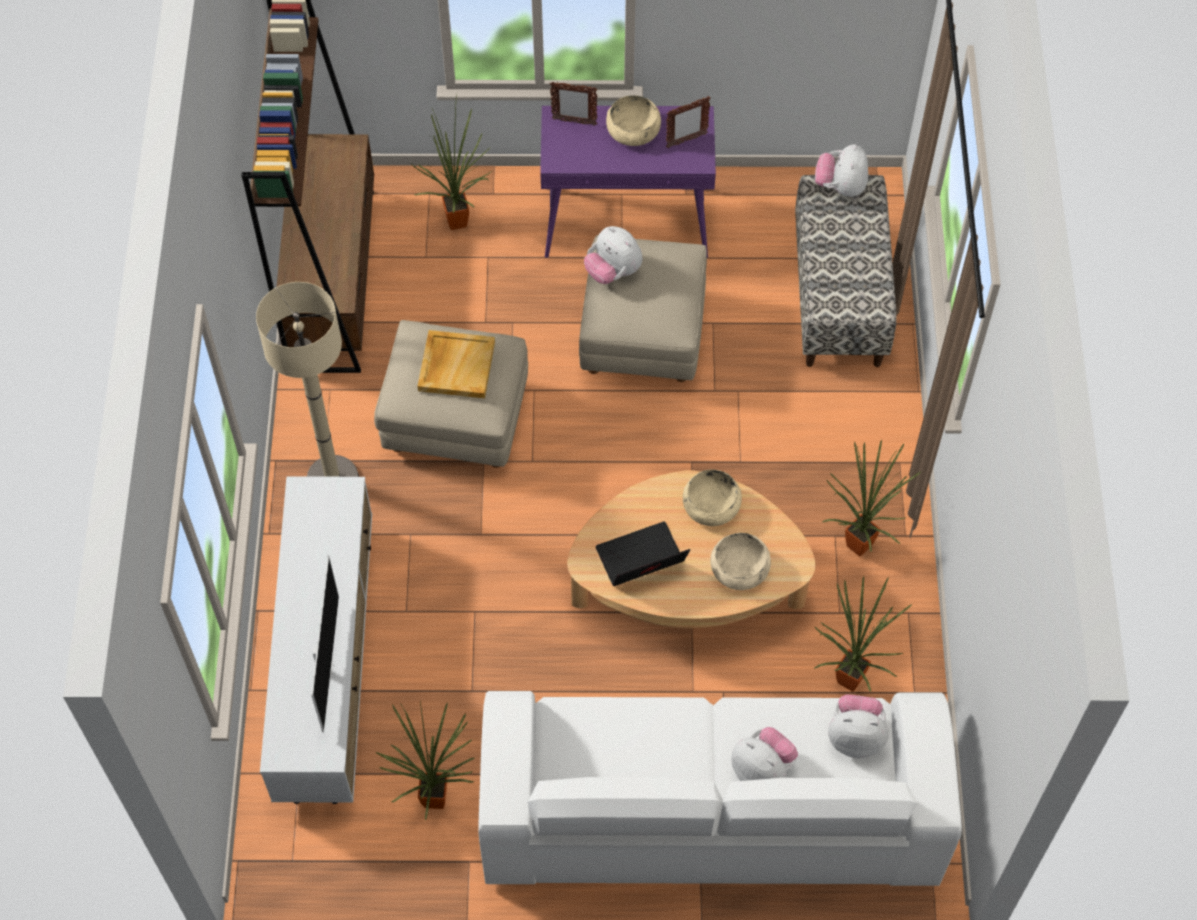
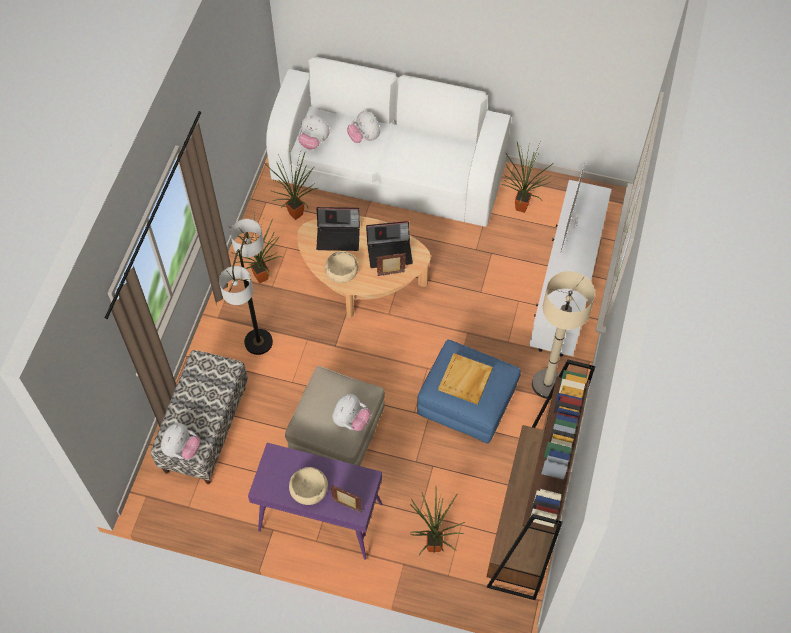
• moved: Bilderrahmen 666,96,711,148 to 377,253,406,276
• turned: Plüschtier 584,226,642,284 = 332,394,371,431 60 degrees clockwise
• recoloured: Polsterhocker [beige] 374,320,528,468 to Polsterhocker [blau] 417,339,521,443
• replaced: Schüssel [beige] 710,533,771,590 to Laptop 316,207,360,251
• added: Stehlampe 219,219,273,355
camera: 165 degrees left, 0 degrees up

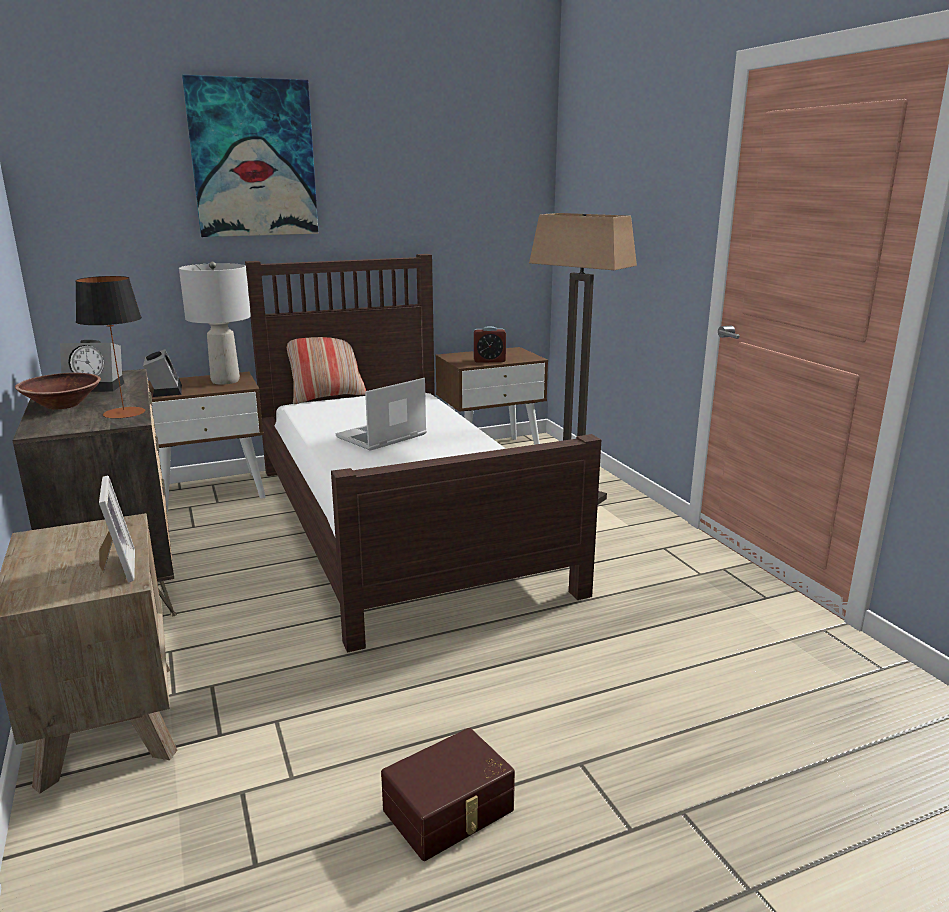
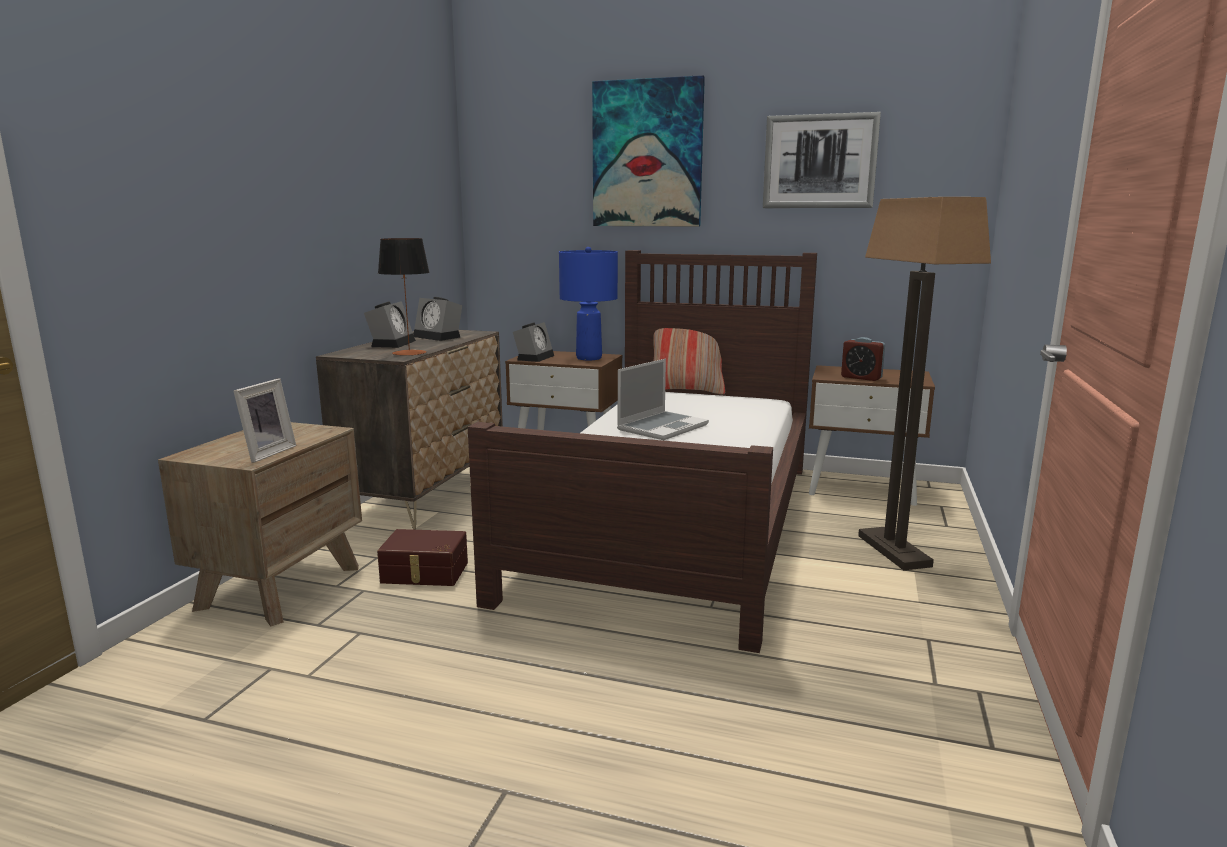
• recoloured: Tischlampe [grau] 179,262,251,385 to Tischlampe [blau] 559,247,618,360
• replaced: Schüssel [braun] 15,373,101,409 to Wecker 364,301,416,348
• turned: Laptop 336,378,427,451 = 617,359,709,440 135 degrees clockwise
• moved: Aufbewahrungsbox [braun] 381,728,515,861 to 377,529,468,586
• added: Bild 763,112,881,208
camera: 40 degrees right, 5 degrees down

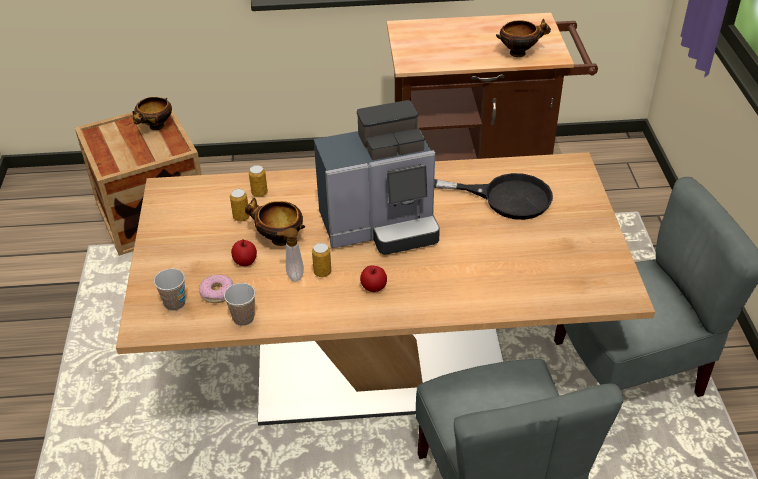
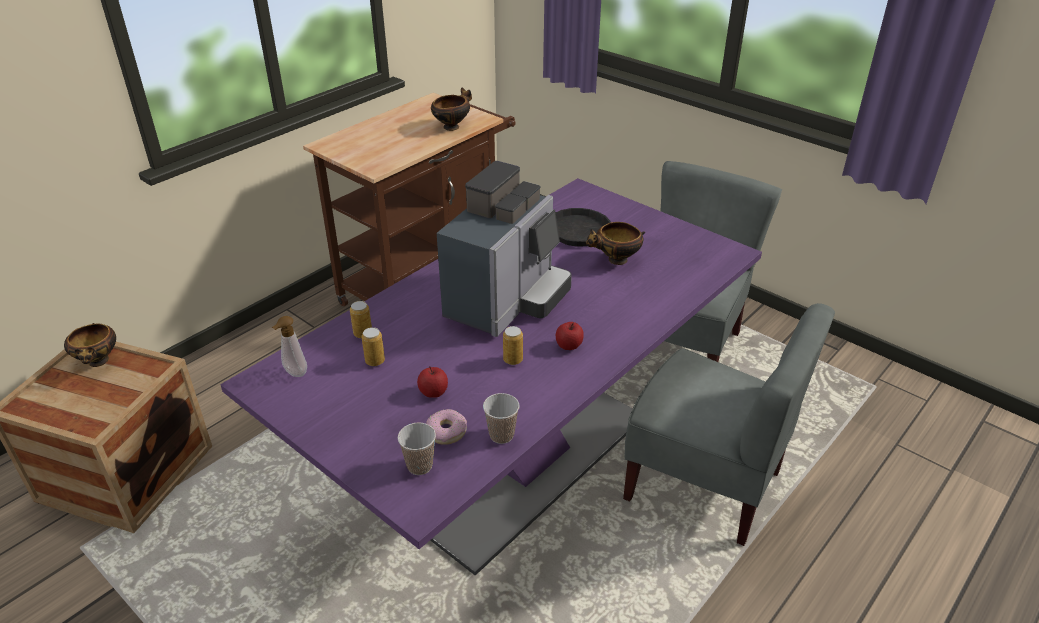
• recoloured: Esstisch [beige] 116,152,655,426 to Esstisch [lila] 220,178,762,576
• moved: Schüssel 245,198,305,246 to 586,222,645,265
• moved: Seifenspender 277,228,304,282 to 272,316,307,377
camera: 45 degrees left, 5 degrees down

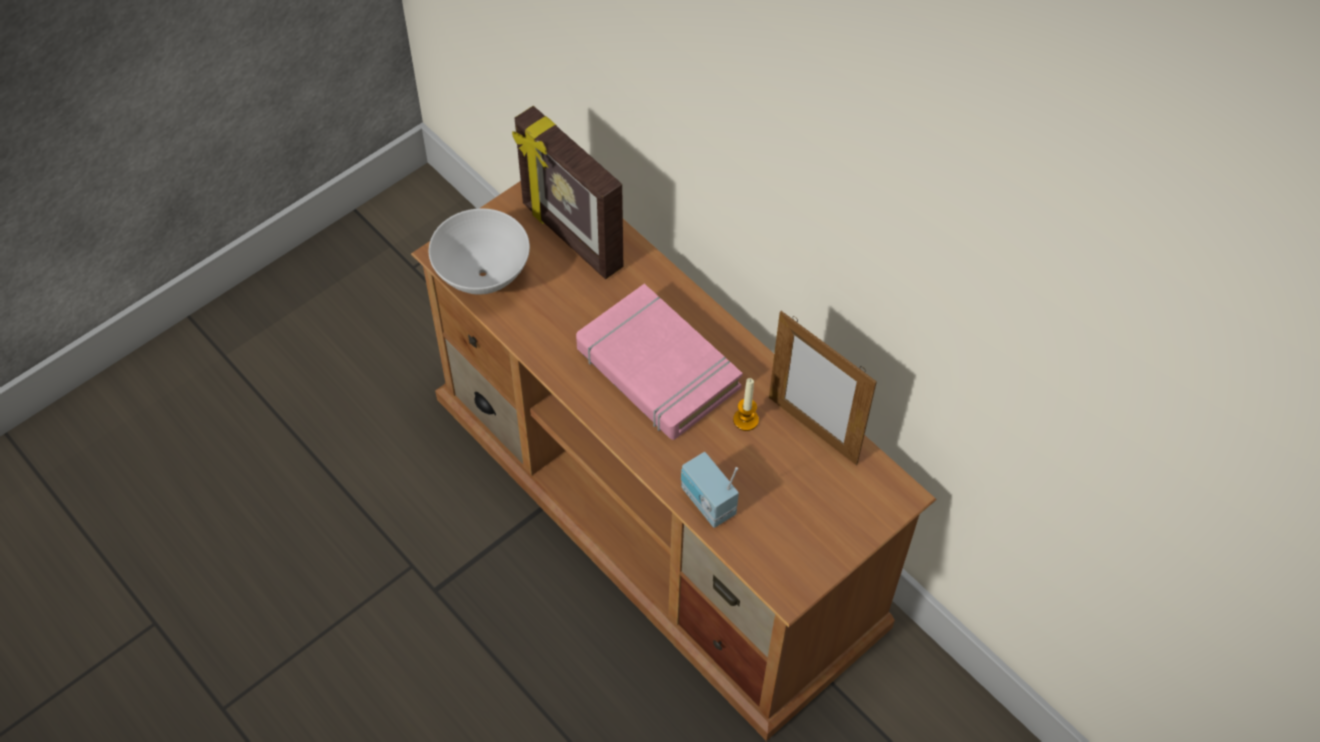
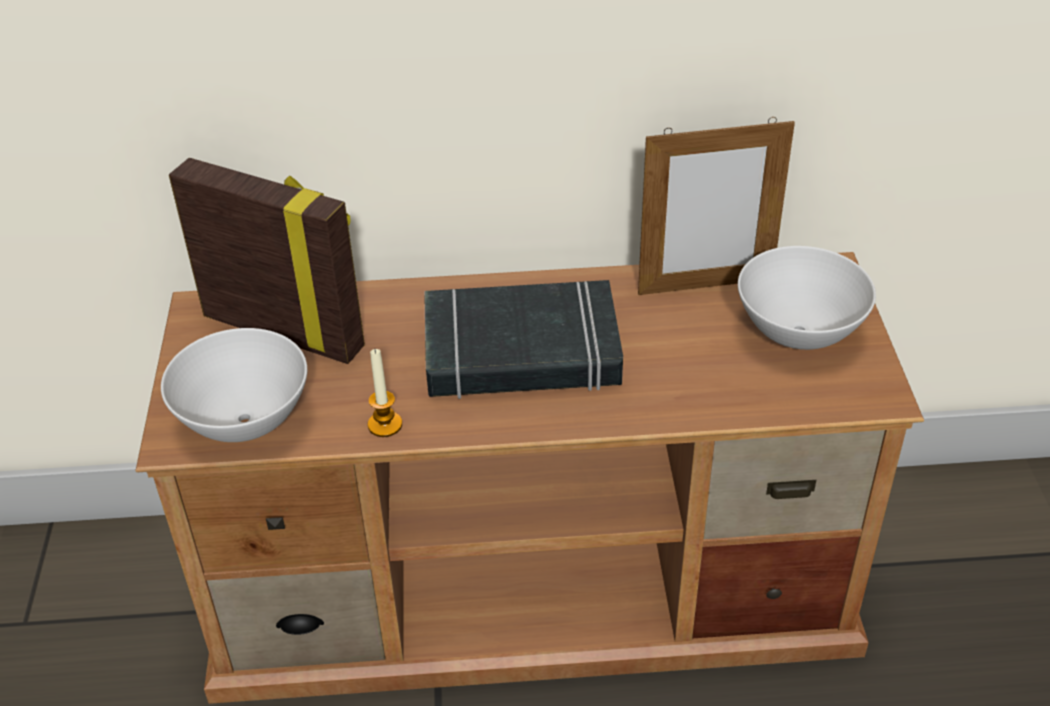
• turned: Bilderrahmen 512,106,623,279 = 169,158,365,364 150 degrees counterclockwise
• recoloured: Buch [rosa] 576,284,743,440 to Buch [schwarz] 424,280,623,399
• moved: Kerze 733,378,759,431 to 368,349,402,437
• removed: Radio 681,452,739,528
• added: Schüssel [weiß] 738,246,876,350
camera: 50 degrees left, 15 degrees down

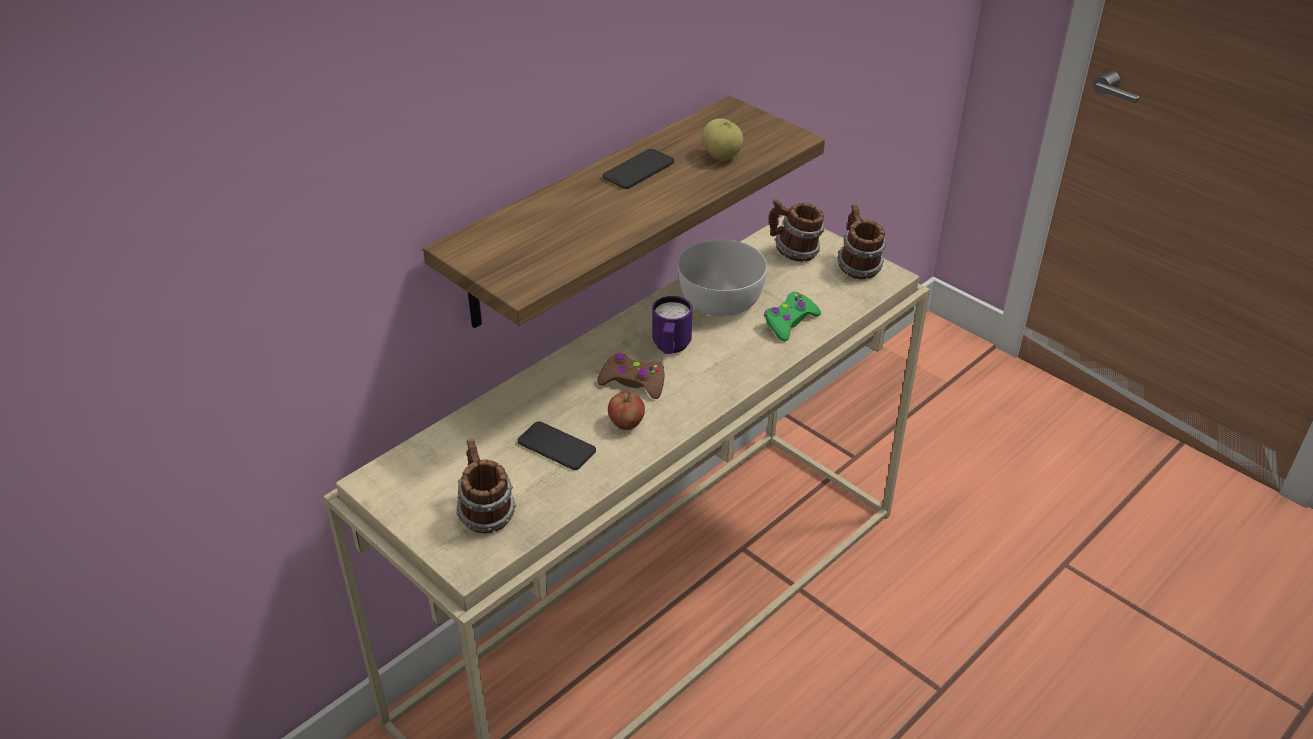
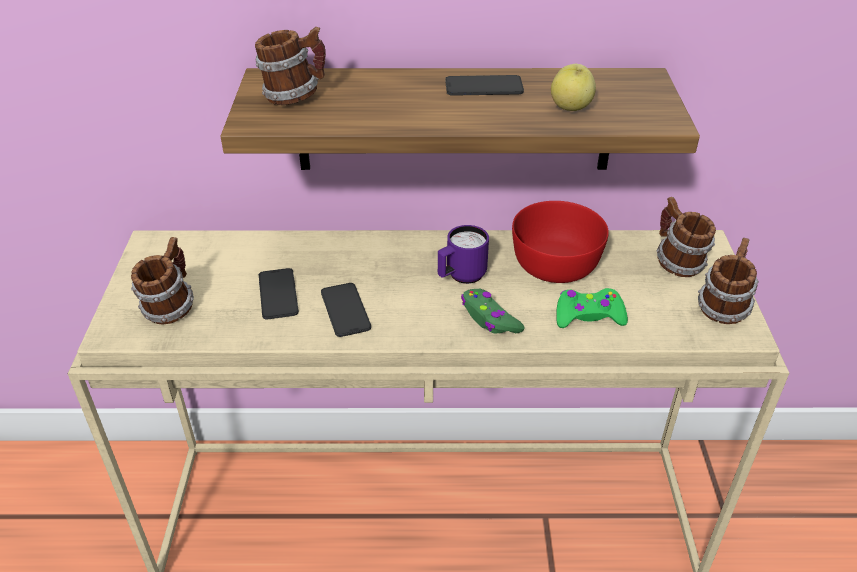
• recoloured: Schüssel [weiß] 678,239,767,316 to Schüssel [rot] 512,201,609,283
• removed: Gamepad [braun] 597,353,664,399
• replaced: Apfel 608,391,645,430 to Handy 321,283,371,337
• added: Henkelbecher 255,27,326,105
• added: Gamepad [grün] 461,289,525,333
camera: 45 degrees right, 0 degrees up

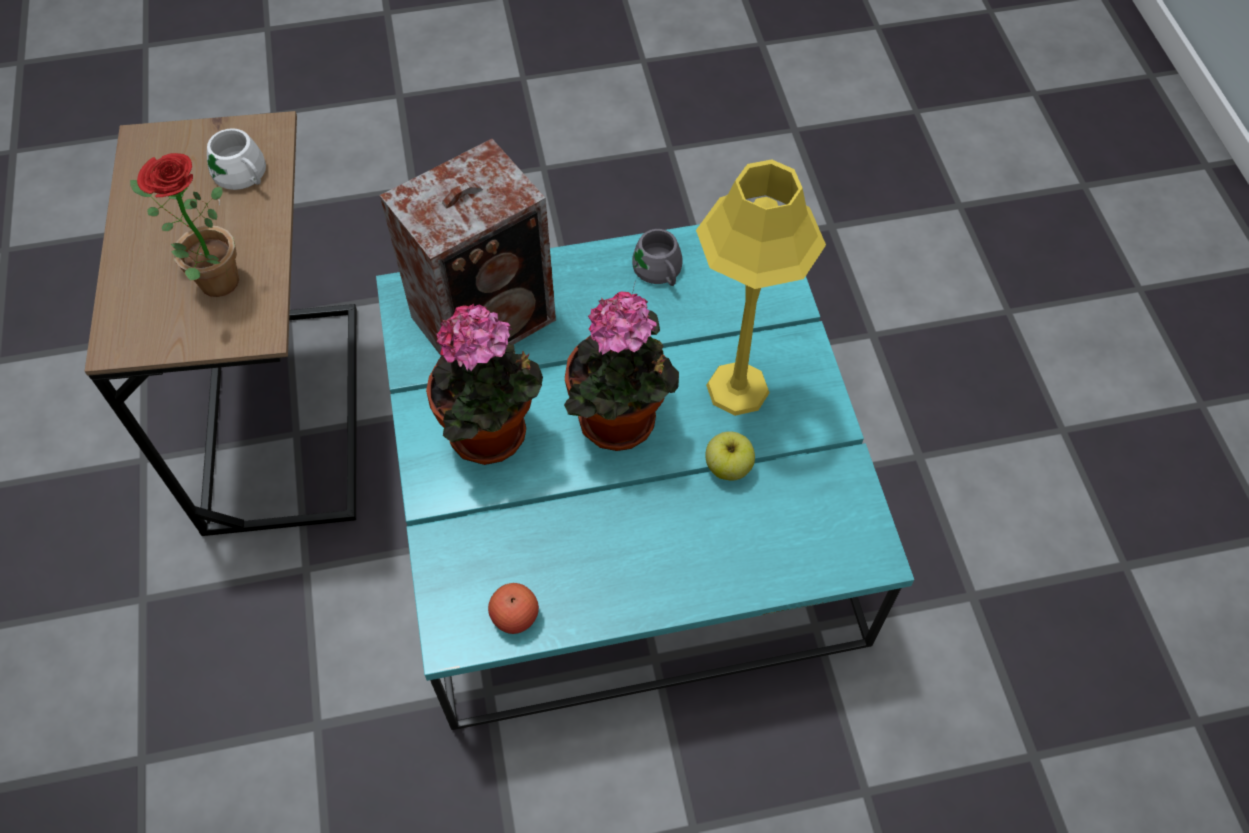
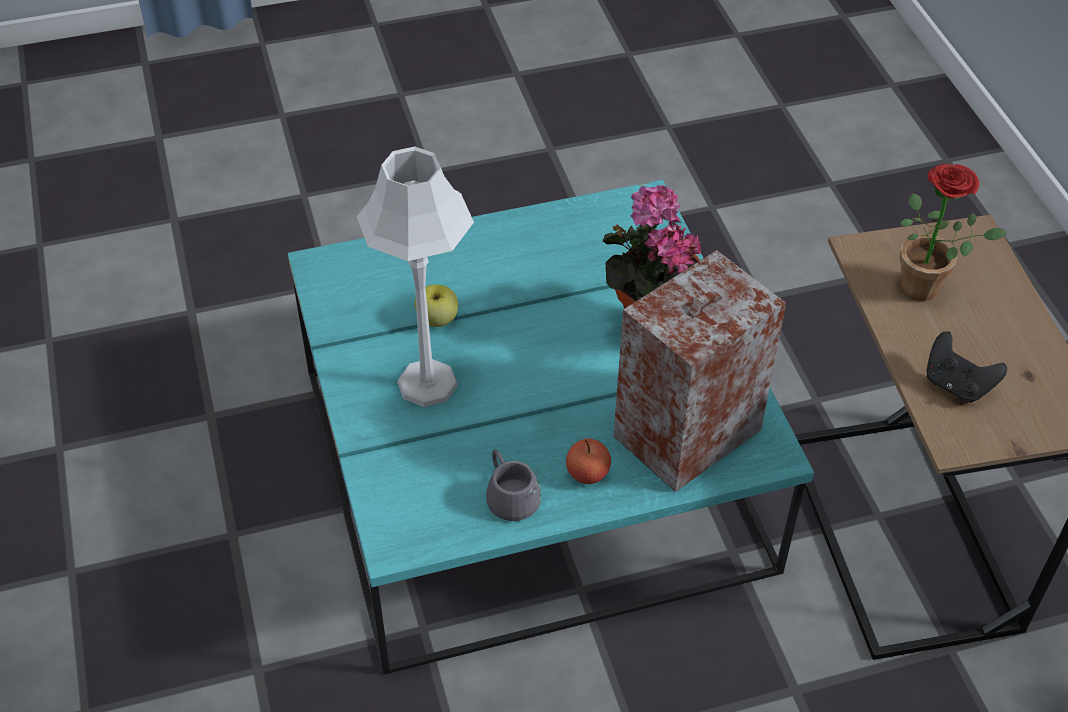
• replaced: Henkelbecher [weiß] 207,128,266,205 to Gamepad [schwarz] 926,331,1007,403
• recoloured: Tischlampe [gelb] 696,159,826,416 to Tischlampe [grau] 357,147,474,407
• removed: Topfpflanze 564,291,679,451
• moved: Apfel 488,583,539,634 to 566,439,611,484
camera: 175 degrees right, 10 degrees down

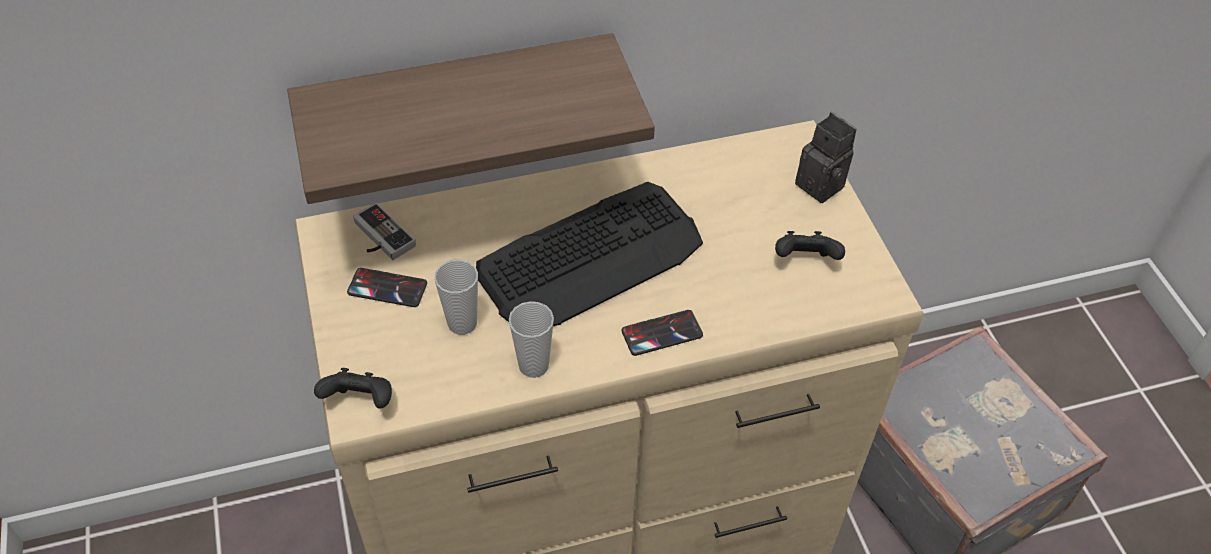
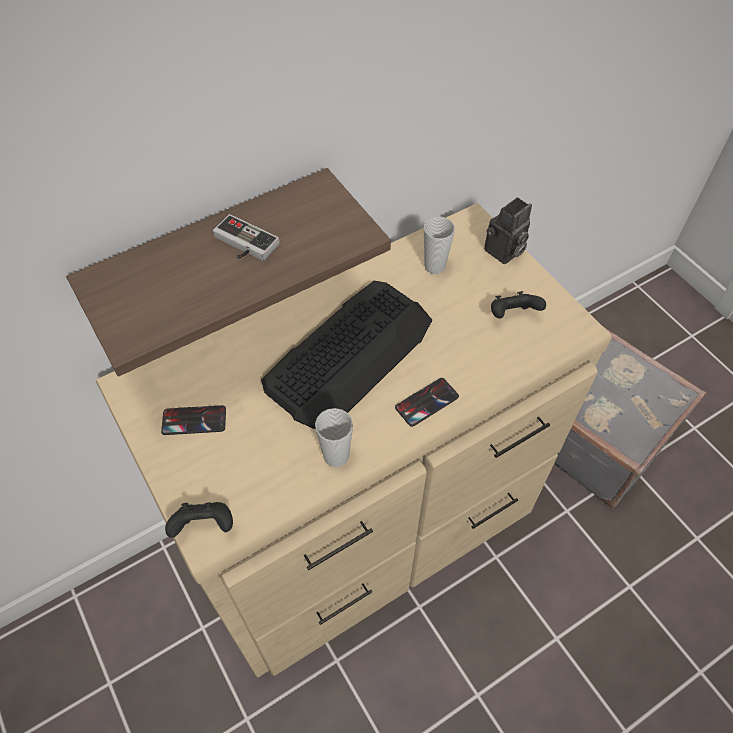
• turned: Kamera 795,112,856,203 = 484,197,532,264 105 degrees clockwise
• moved: Gamepad 353,203,416,260 to 213,214,280,261
• moved: Tasse 434,259,478,335 to 424,217,455,274
camera: 15 degrees left, 5 degrees up

